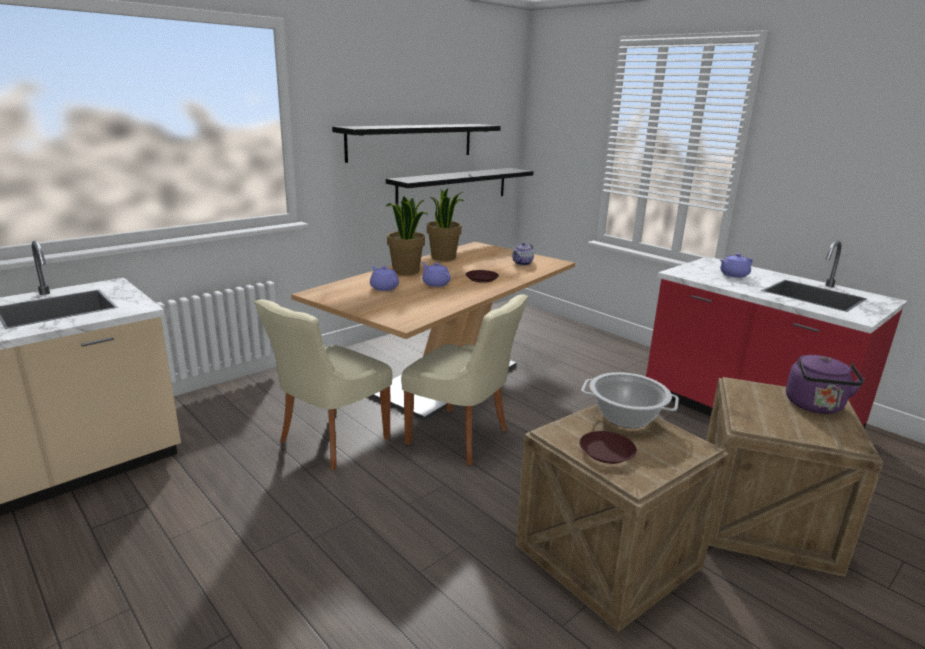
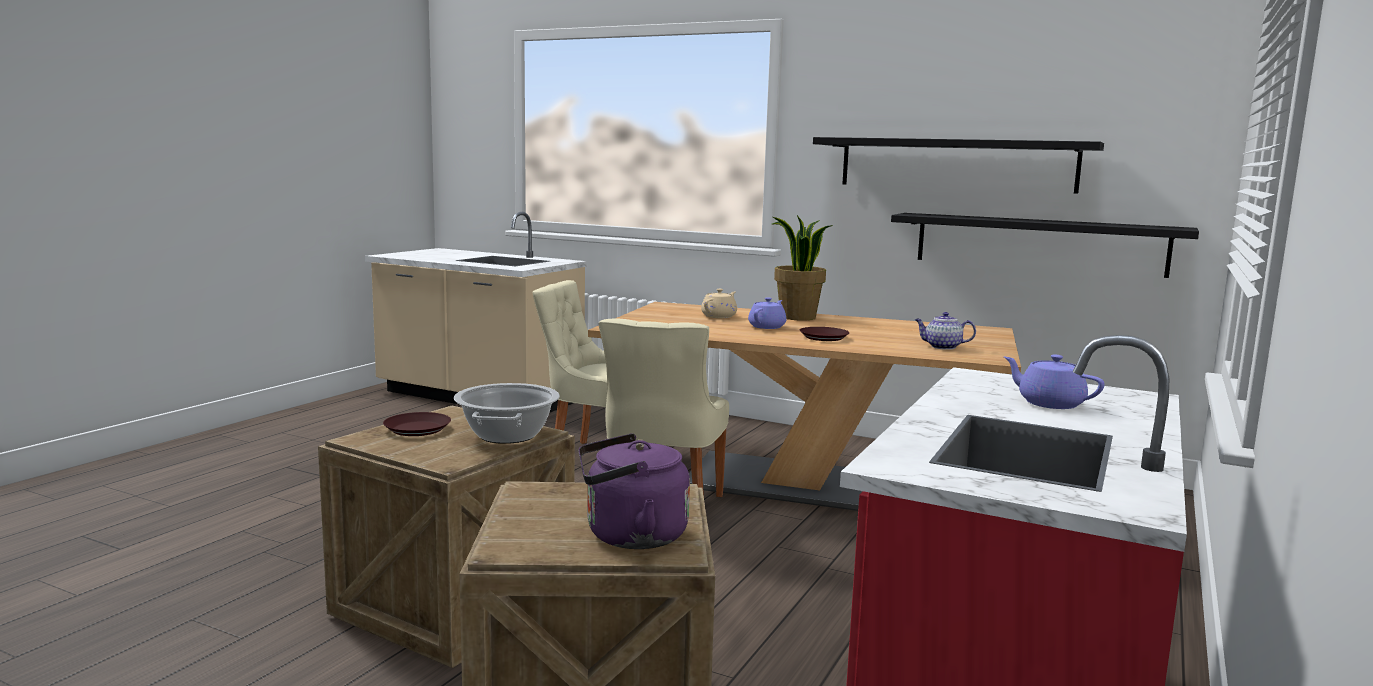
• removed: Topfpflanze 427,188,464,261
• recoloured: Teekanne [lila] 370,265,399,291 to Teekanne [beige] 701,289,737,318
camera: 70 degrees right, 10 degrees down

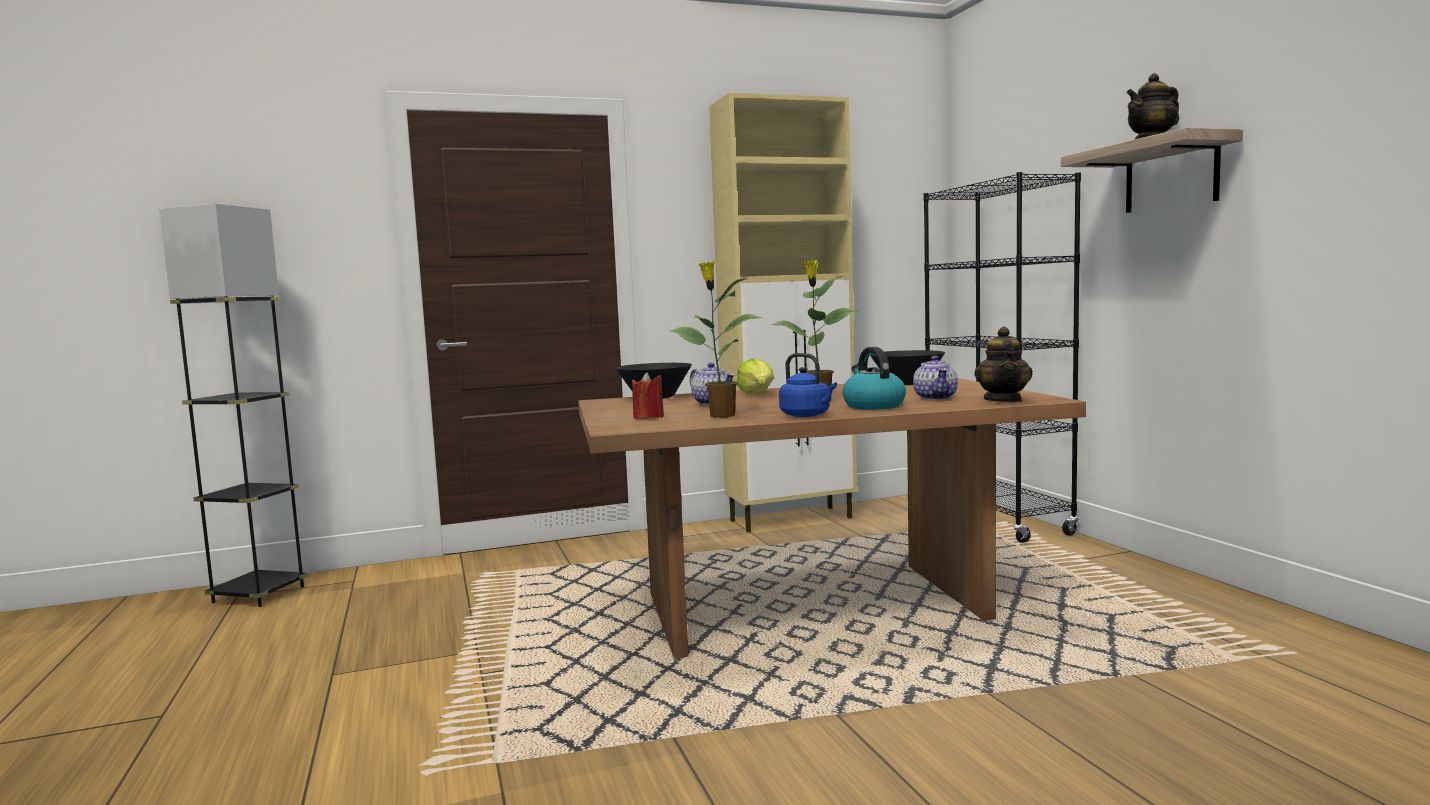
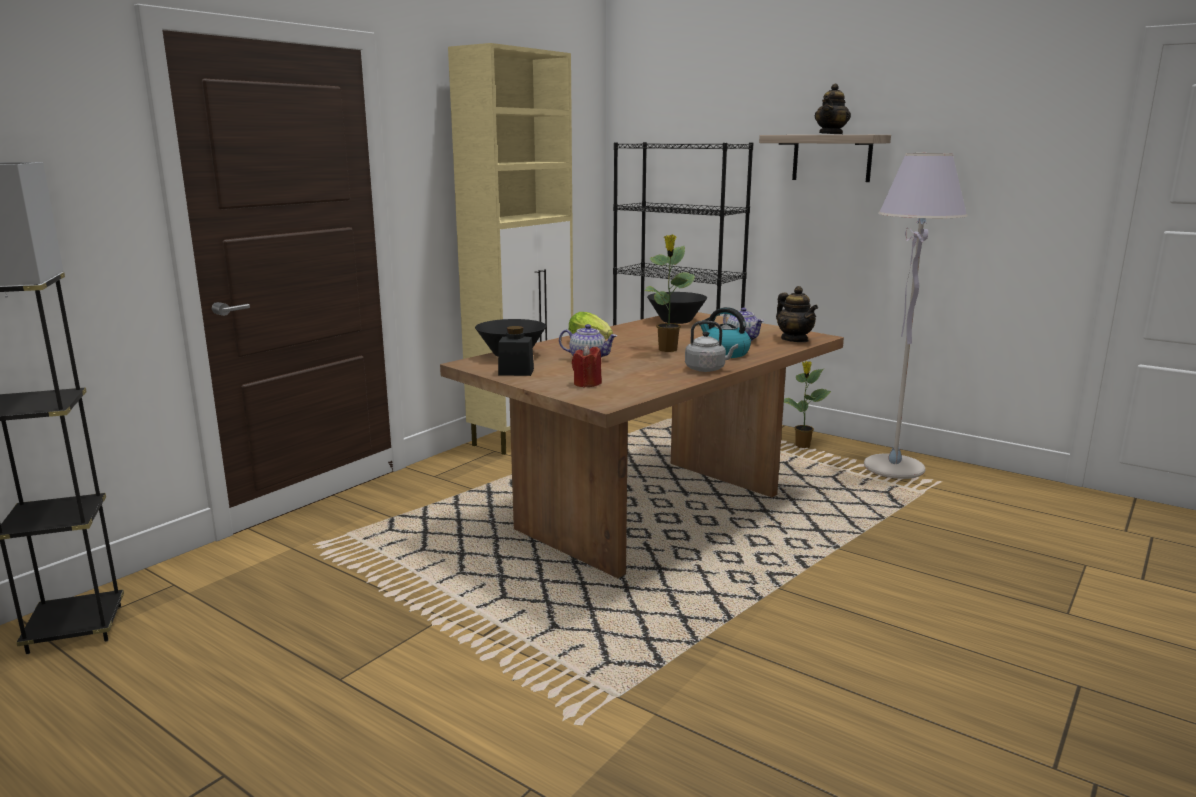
• moved: Topfpflanze 669,261,762,418 to 784,361,831,448
• recoloured: Wasserkessel [blau] 779,353,837,417 to Wasserkessel [grau] 685,321,738,372
• added: Stehlampe [grau] 864,153,968,479
• added: Vorratsglas [schwarz] 498,326,534,376
camera: 35 degrees left, 10 degrees up

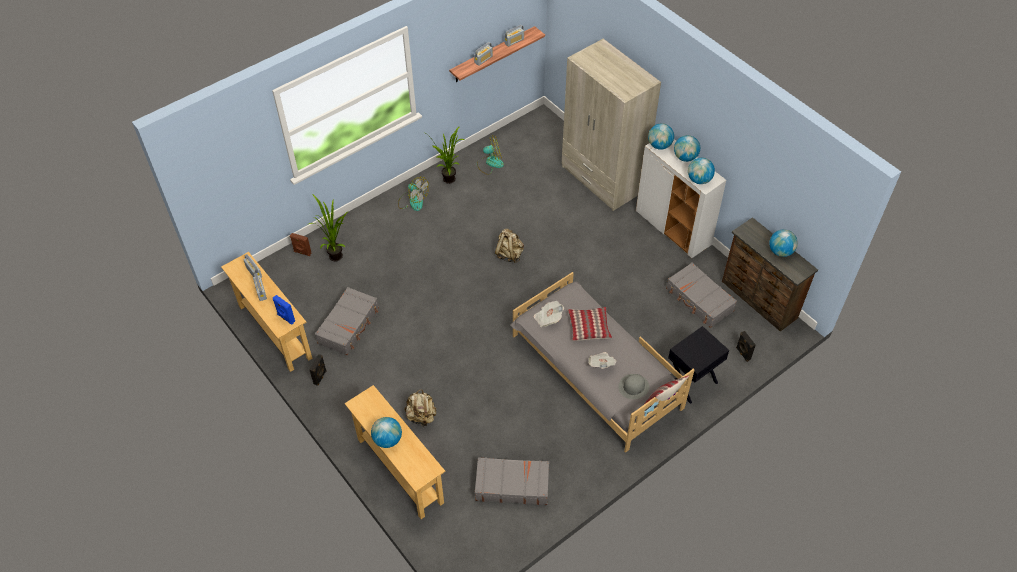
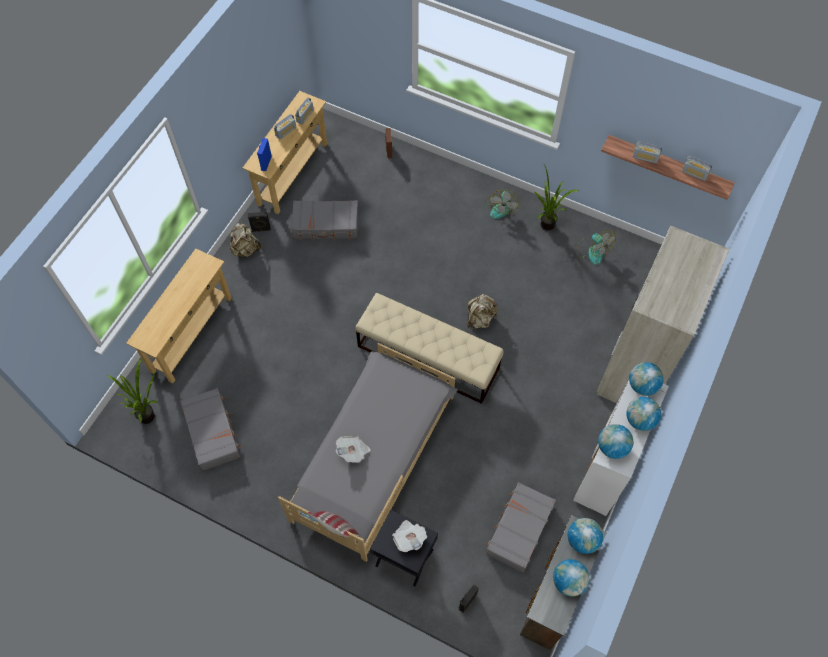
• moved: Topfpflanze 307,194,348,262 to 107,358,158,424
• moved: Zeitung 534,301,564,327 to 392,520,427,552
• removed: Kissen 568,307,612,341
• removed: Hut [grau] 618,374,649,399
• moved: Rucksack [beige] 404,390,436,428 to 230,223,261,257
• moved: Globus 371,417,402,448 to 568,518,603,554
• added: Bank [beige] 355,293,504,404
camera: 65 degrees right, 10 degrees up

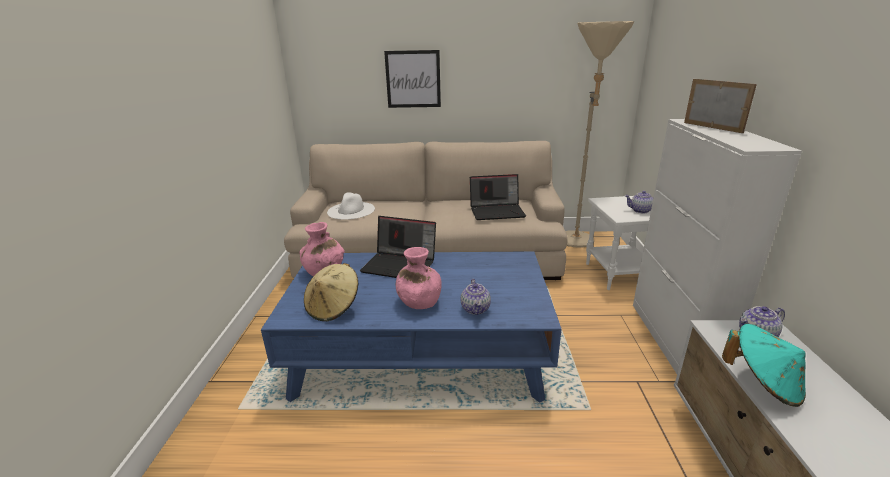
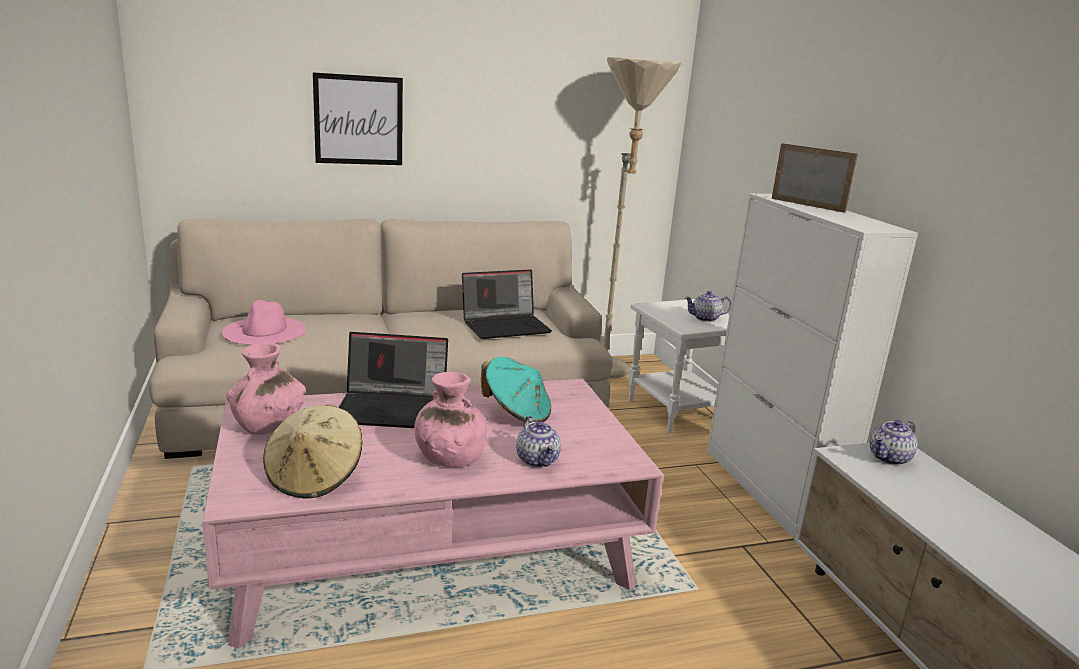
• recoloured: Hut [weiß] 327,192,375,220 to Hut [rosa] 222,300,306,345
• recoloured: Couchtisch [blau] 261,251,561,403 to Couchtisch [rosa] 202,379,664,649
• moved: Hut [türkis] 722,324,806,407 to 481,357,551,422
camera: 20 degrees left, 5 degrees down

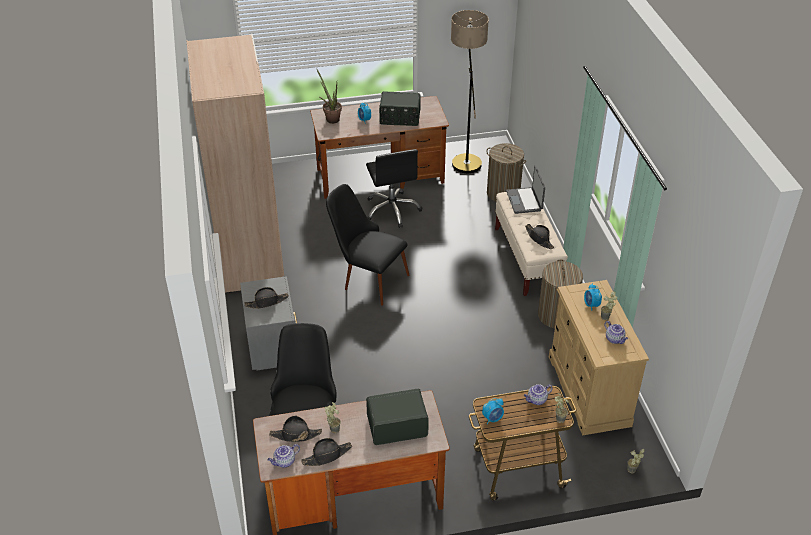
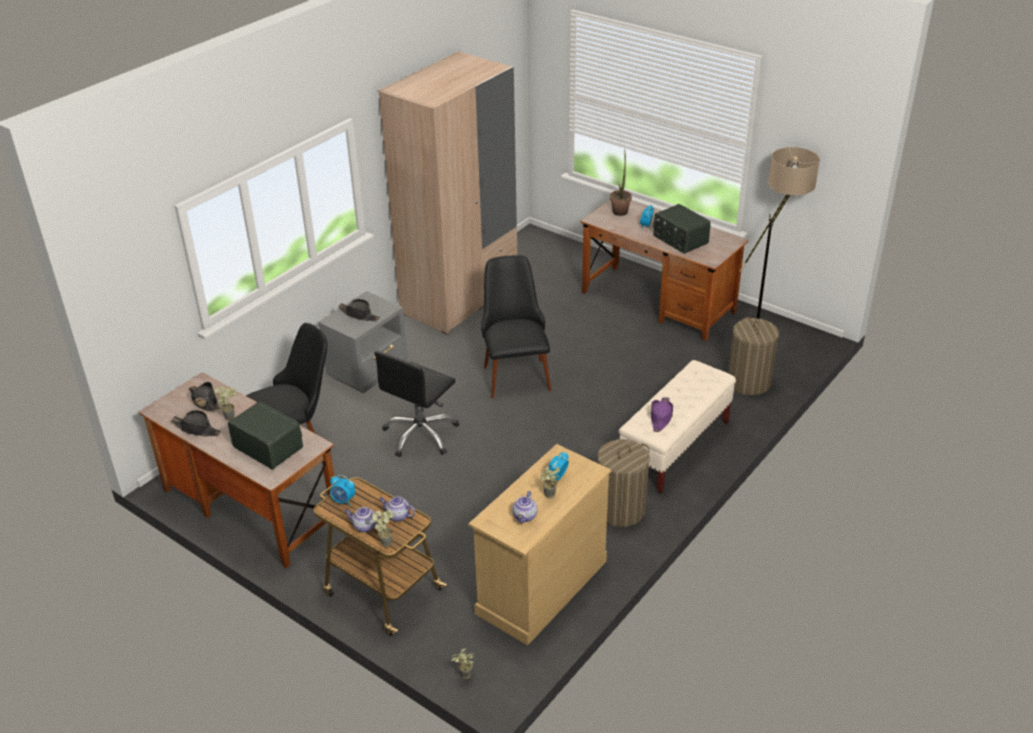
• moved: Bürostuhl [schwarz] 366,149,422,228 to 374,351,459,457
• removed: Laptop 506,166,545,214
• recoloured: Hut [schwarz] 525,224,554,249 to Hut [lila] 651,397,673,432
• moved: Teekanne 267,444,300,468 to 345,507,381,533
camera: 50 degrees right, 5 degrees down

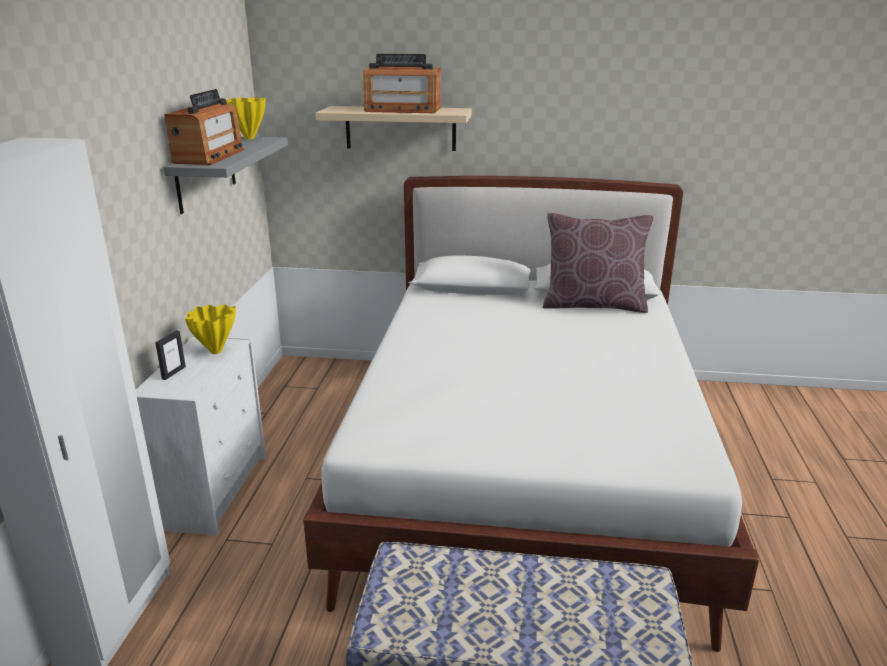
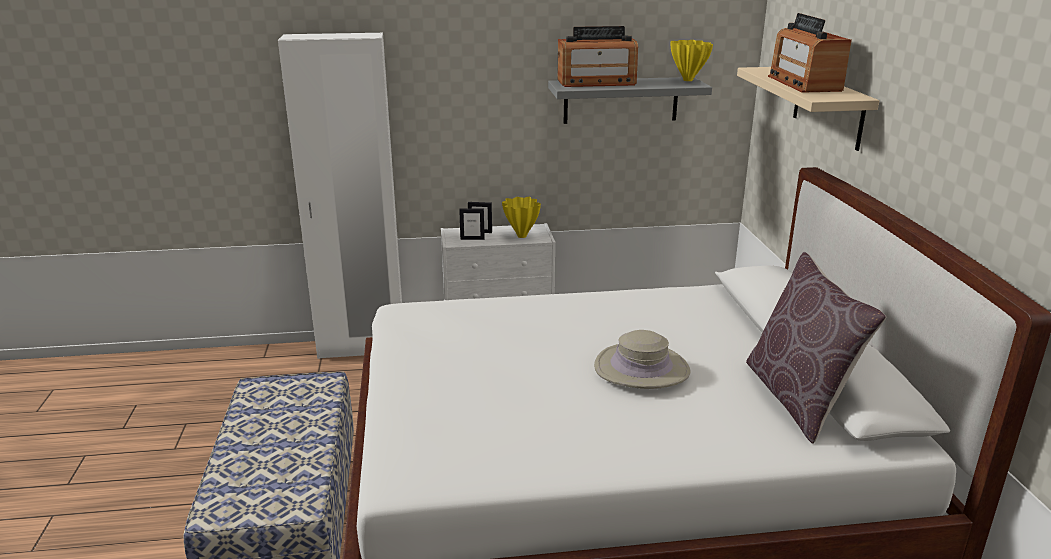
• added: Bilderrahmen 459,208,485,240
• added: Hut [beige] 594,330,691,389
camera: 75 degrees right, 0 degrees up

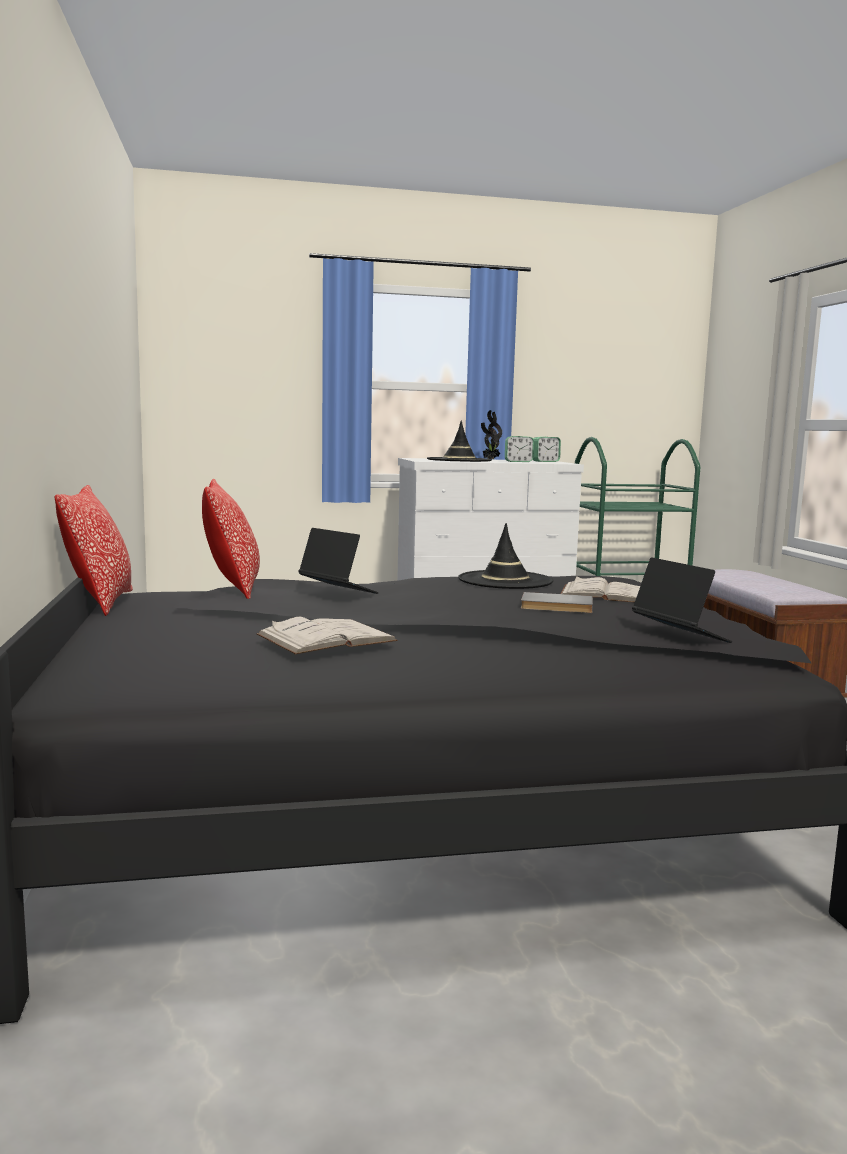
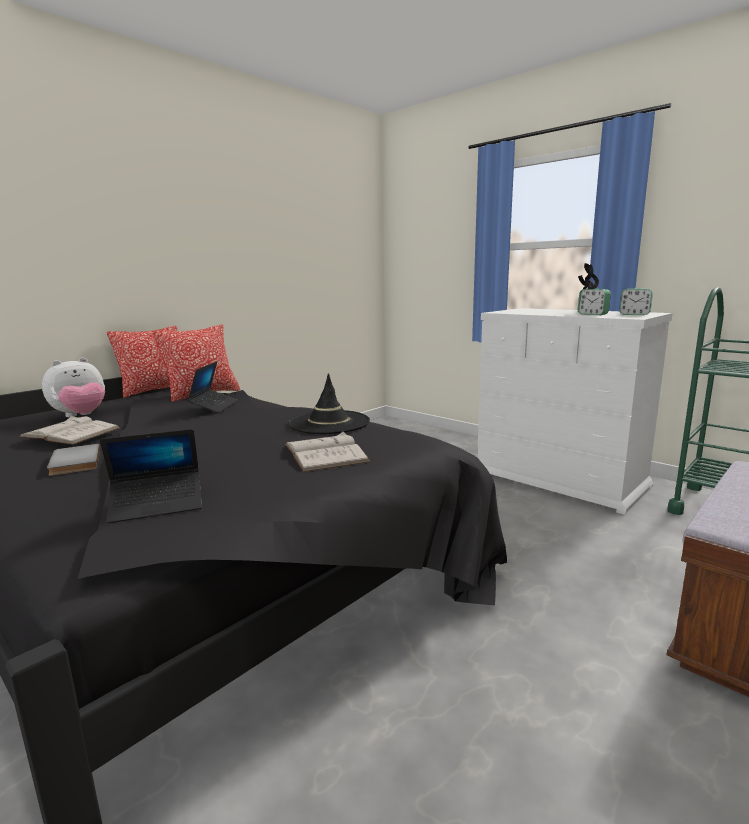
• removed: Hut [schwarz] 427,420,492,462
• turned: Laptop 632,557,732,643 = 100,429,202,523 45 degrees clockwise
• moved: Buch [grau] 521,592,593,613 to 47,444,100,476
• added: Plüschtier 42,357,105,417
camera: 55 degrees right, 5 degrees up

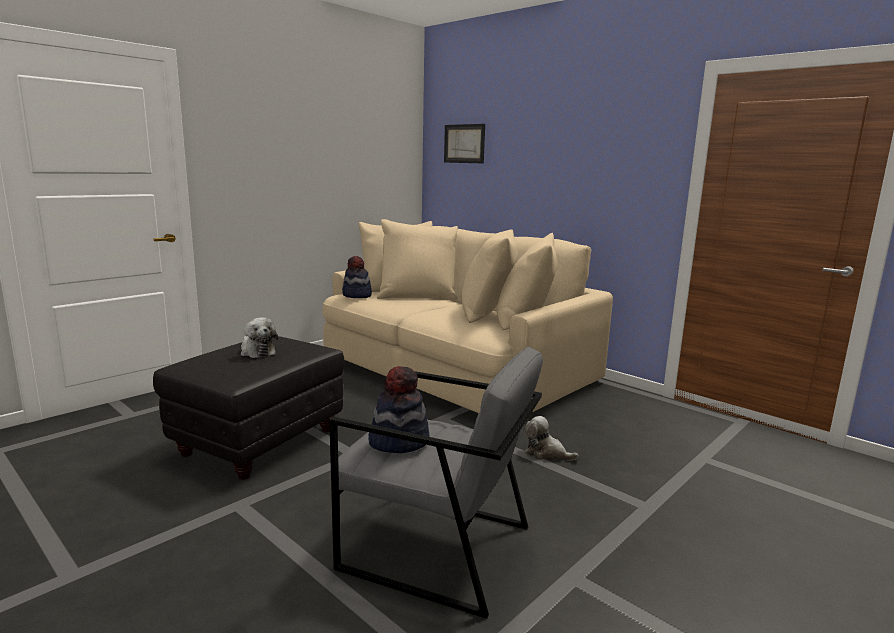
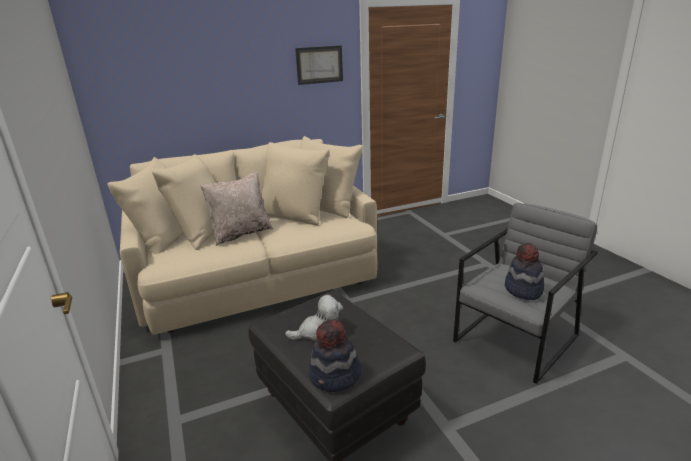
• moved: Bild 444,124,485,164 to 295,45,343,85
• moved: Hut 342,256,372,298 to 309,320,361,392
• removed: Plüschtier 525,416,579,461
• added: Kissen [beige] 200,172,273,246
camera: 65 degrees left, 10 degrees up

